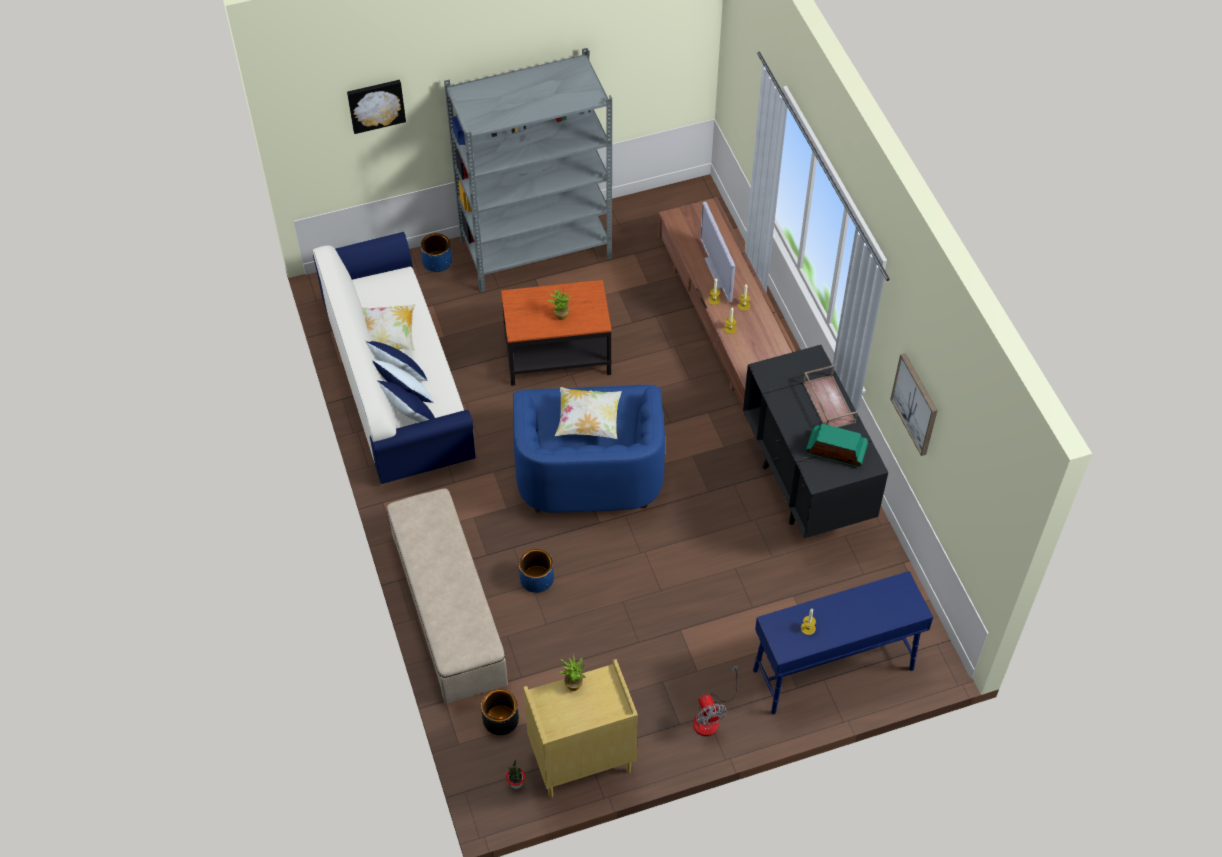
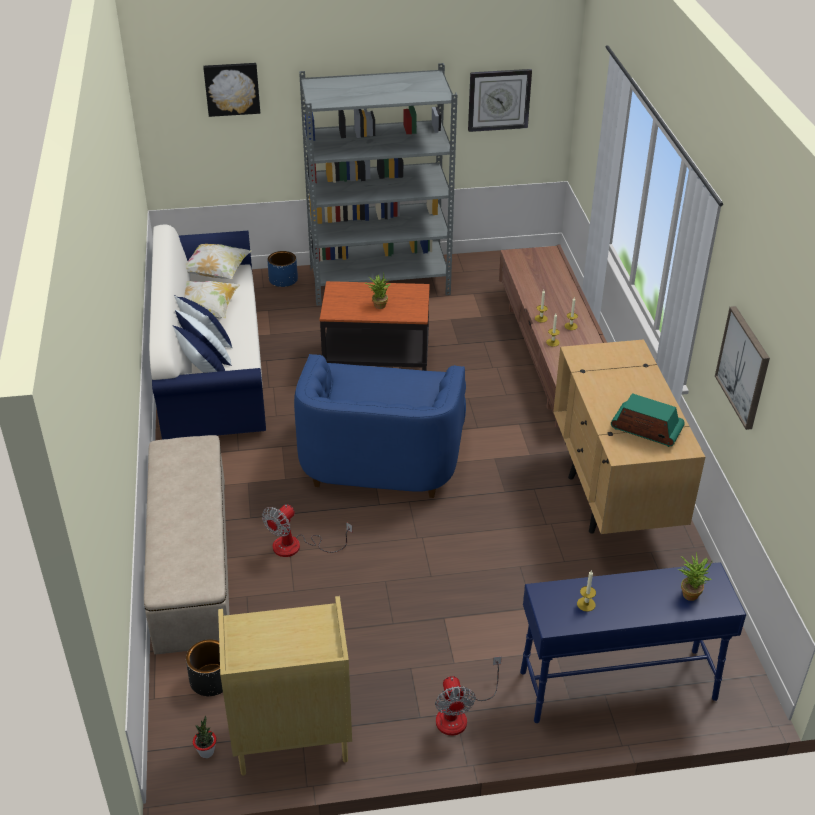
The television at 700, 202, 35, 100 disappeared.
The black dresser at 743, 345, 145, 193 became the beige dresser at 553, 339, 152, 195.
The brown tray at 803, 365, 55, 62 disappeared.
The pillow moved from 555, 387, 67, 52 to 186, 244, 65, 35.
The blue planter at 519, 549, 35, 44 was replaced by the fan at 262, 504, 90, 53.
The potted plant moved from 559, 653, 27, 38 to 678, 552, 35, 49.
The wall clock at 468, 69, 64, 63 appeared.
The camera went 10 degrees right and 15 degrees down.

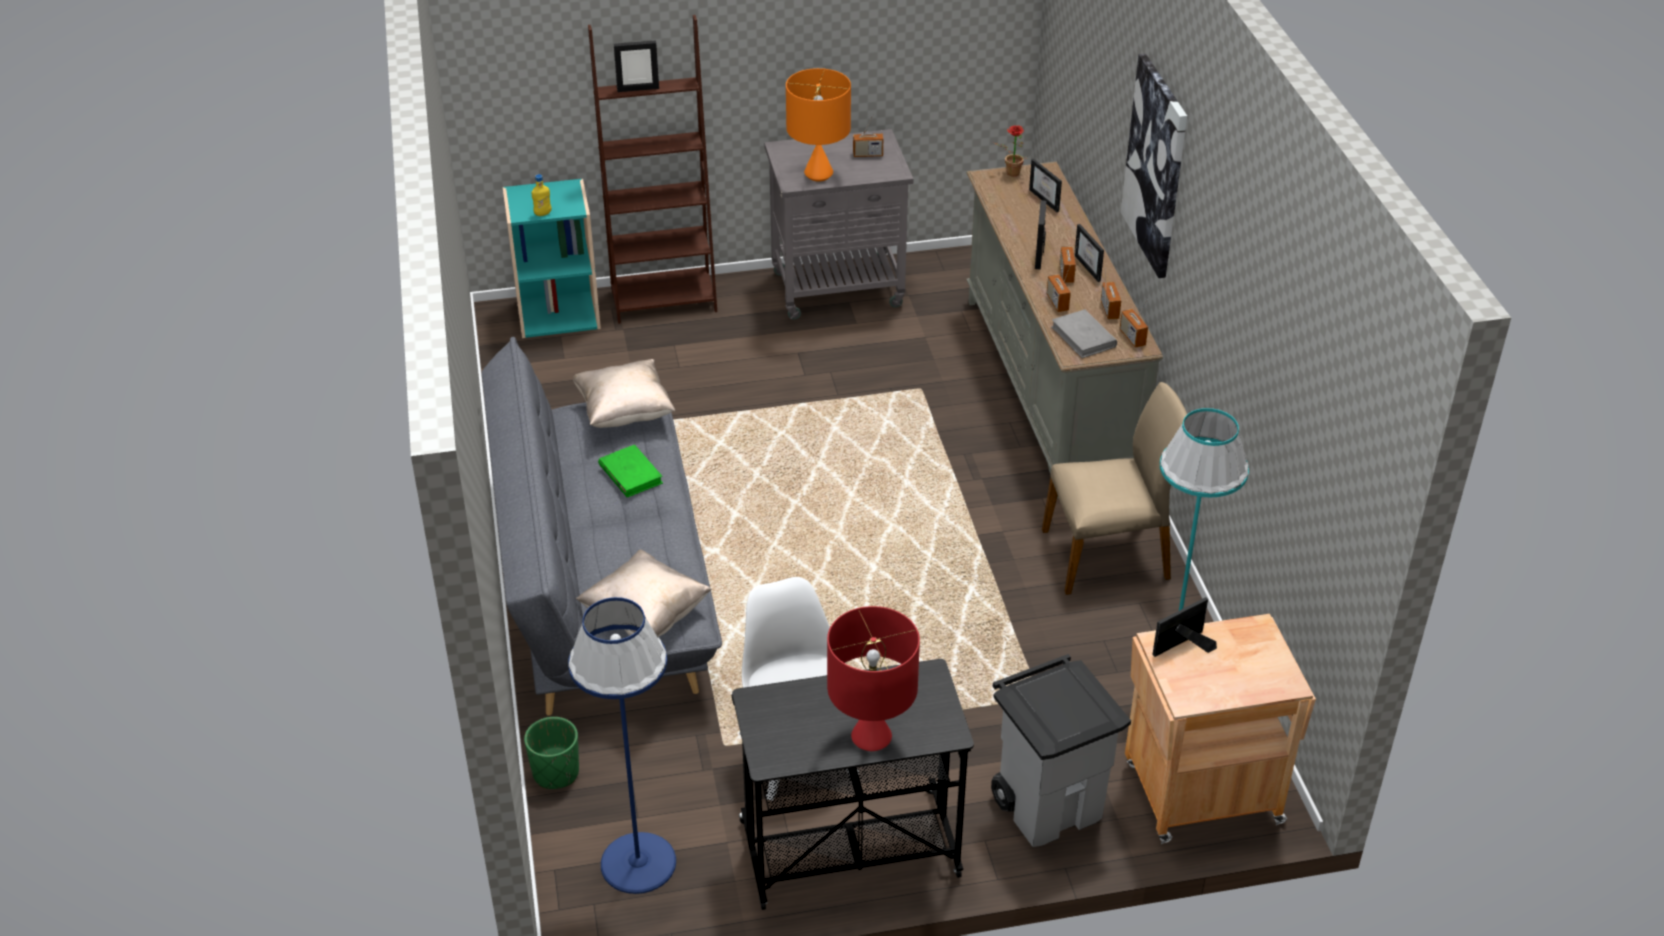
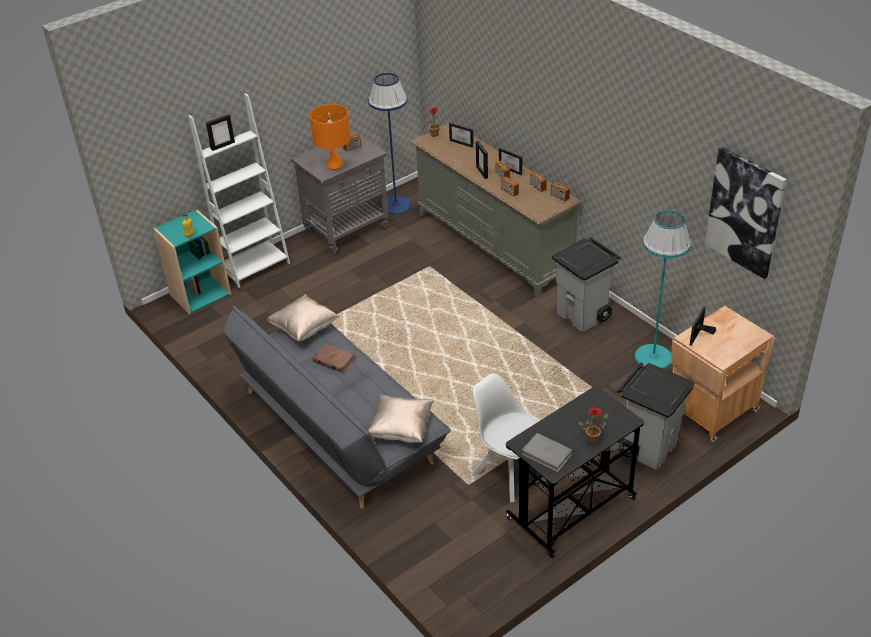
The brown bookcase at 588, 15, 129, 309 became the white bookcase at 188, 93, 102, 195.
The picture moved from 1121, 53, 66, 225 to 705, 147, 82, 132.
The grey book moved from 1051, 309, 66, 49 to 522, 433, 51, 40.
The beige chair at 1042, 382, 145, 213 was replaced by the grey trash can at 551, 237, 70, 95.
The green book at 598, 445, 65, 53 became the brown book at 312, 343, 43, 30.
The blue floor lamp moved from 568, 597, 108, 297 to 368, 73, 44, 142.
The red table lamp at 827, 606, 93, 145 was replaced by the potted plant at 578, 408, 30, 36.
The green planter at 524, 717, 55, 72 disappeared.
The camera went 25 degrees left and 0 degrees up.

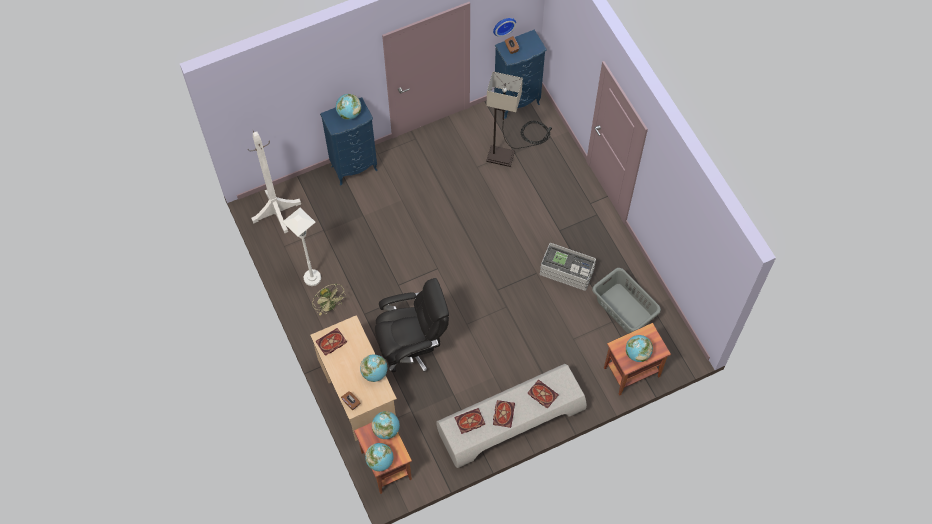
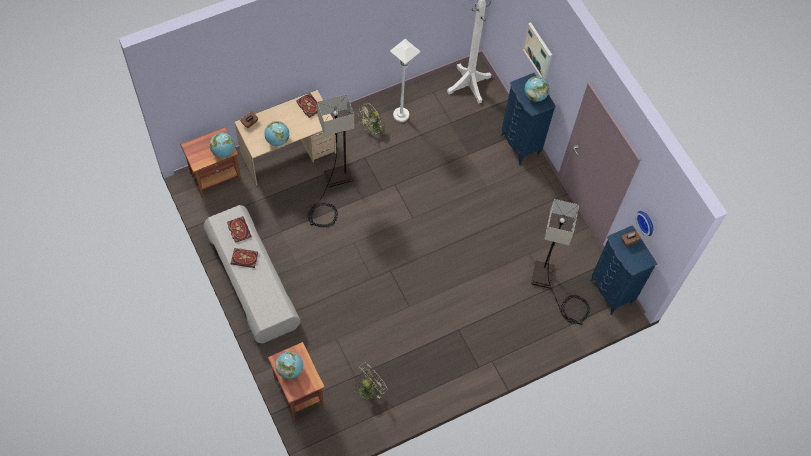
The grey storage box at 540, 243, 56, 48 disappeared.
The grey laundry basket at 592, 268, 69, 65 was replaced by the green fan at 354, 362, 33, 37.
The black office chair at 375, 278, 74, 94 was replaced by the floor lamp at 308, 94, 46, 133.
The book at 527, 380, 32, 29 disappeared.
The globe at 365, 443, 28, 28 disappeared.
The picture at 523, 22, 29, 58 appeared.
The camera went 85 degrees right and 0 degrees up.

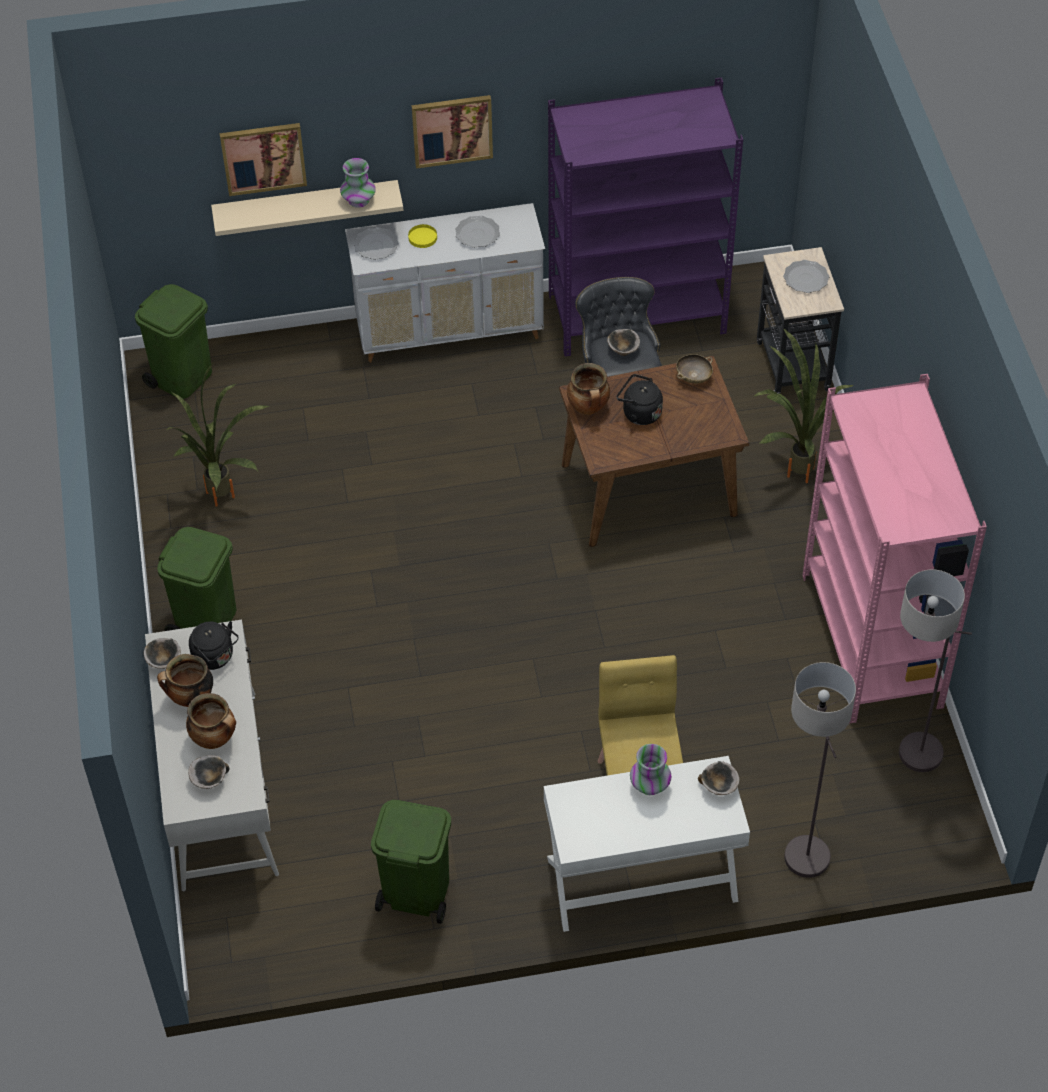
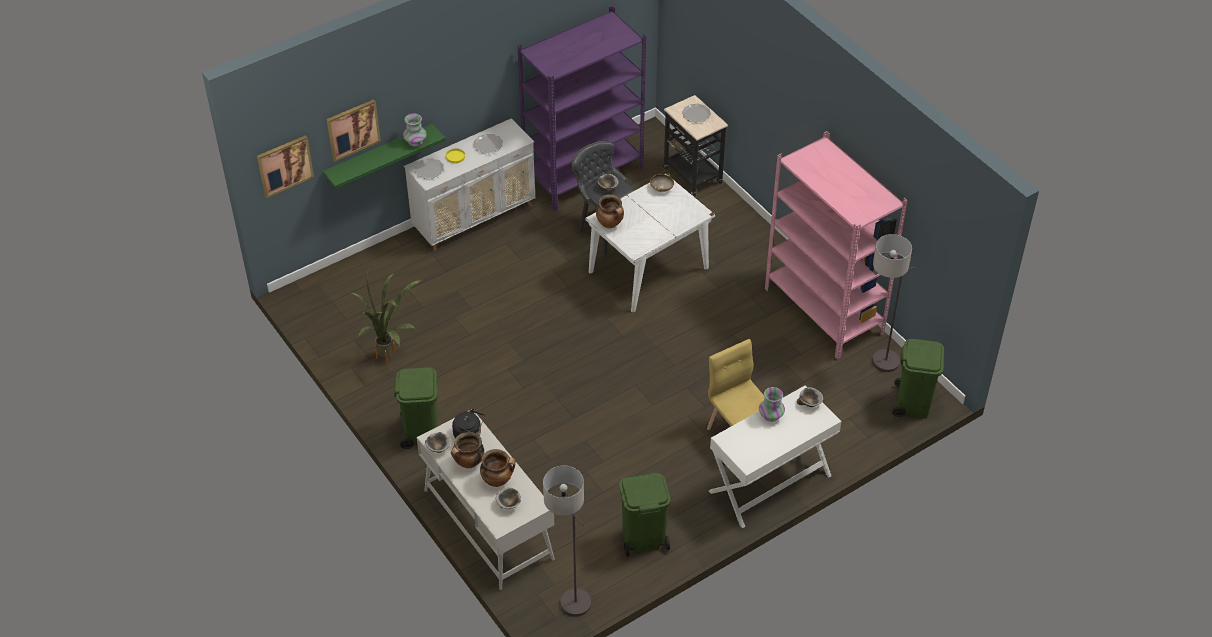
The picture moved from 412, 95, 81, 74 to 257, 135, 57, 63.
The beige shelf at 211, 180, 192, 56 became the green shelf at 323, 124, 123, 65.
The green trash can moved from 135, 284, 77, 115 to 892, 339, 53, 78.
The potted plant at 754, 328, 102, 155 disappeared.
The brown dining table at 559, 356, 190, 191 became the white dining table at 585, 174, 130, 139.
The black kettle at 616, 374, 47, 51 disappeared.
The grey floor lamp moved from 784, 662, 72, 216 to 543, 466, 48, 151.
The camera went 25 degrees left and 5 degrees down.

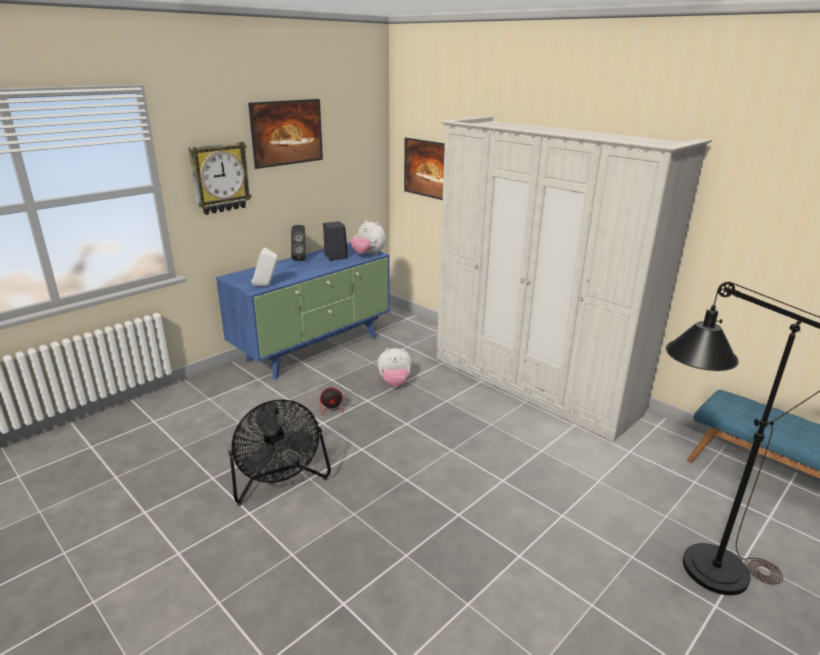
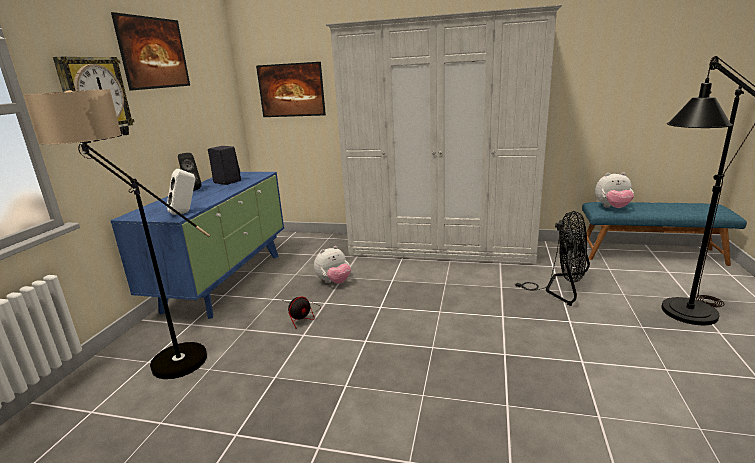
The plush toy moved from 351, 220, 35, 35 to 595, 172, 39, 36.
The black fan moved from 228, 399, 103, 107 to 515, 211, 75, 95.
The floor lamp at 23, 89, 187, 290 appeared.
The camera went 30 degrees left and 5 degrees down.

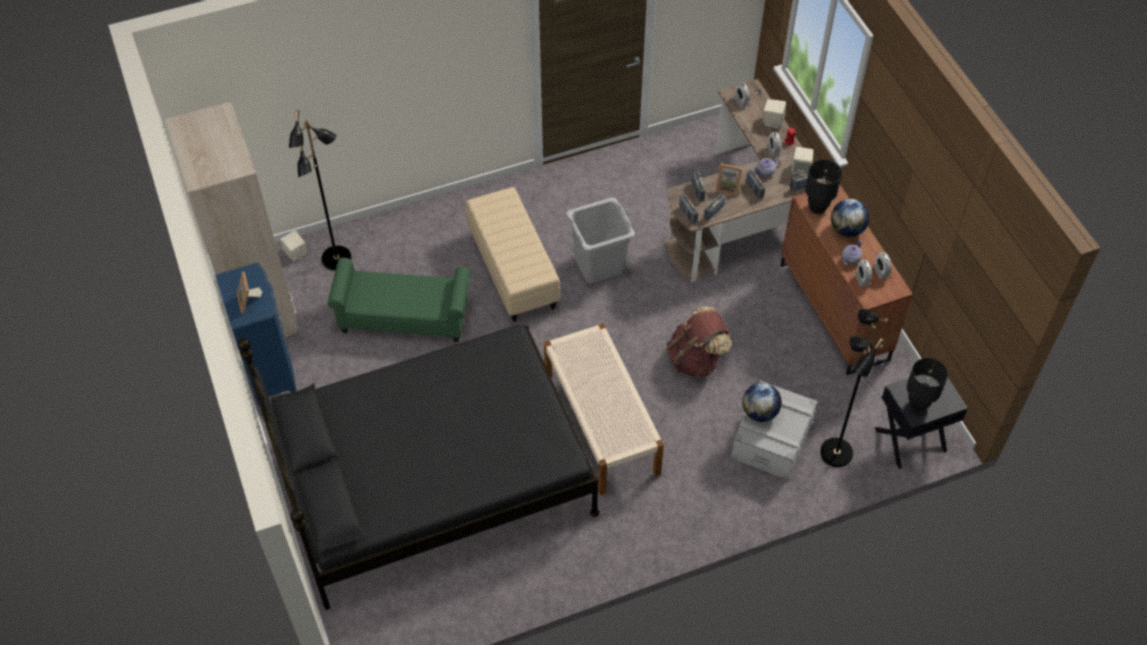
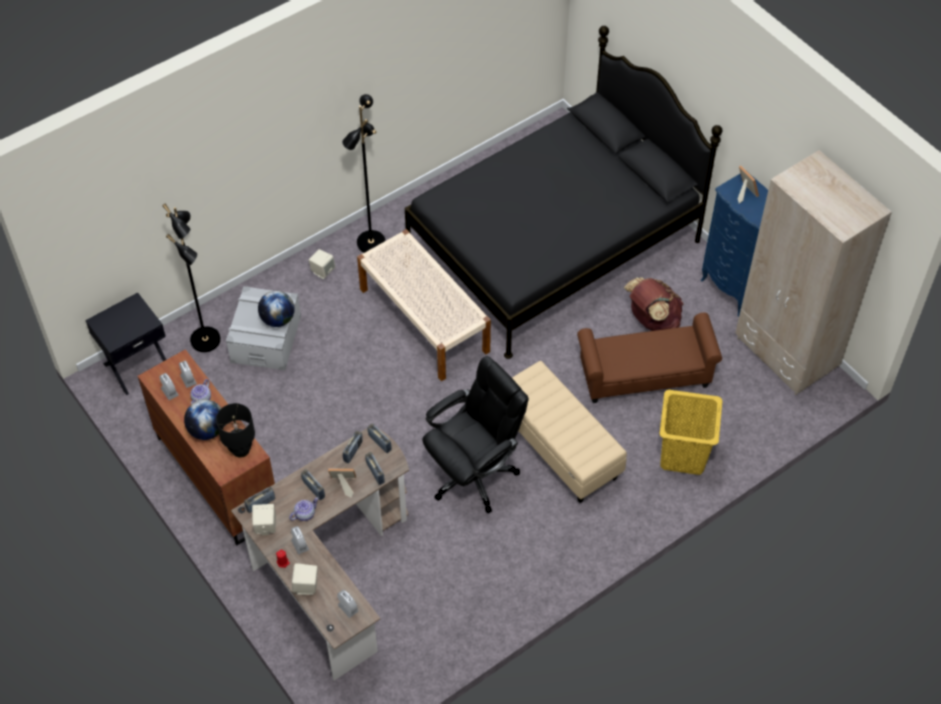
The black floor lamp moved from 289, 110, 62, 160 to 342, 94, 43, 159.
The grey laundry basket at 566, 197, 69, 87 was replaced by the black office chair at 422, 356, 107, 157.
The beige speaker moved from 280, 230, 27, 31 to 309, 249, 26, 31.
The green ottoman at 327, 258, 144, 84 became the brown ottoman at 577, 312, 145, 91.
The brown backpack moved from 666, 307, 65, 71 to 624, 277, 59, 54.
The black table lamp at 907, 358, 41, 53 disappeared.
The yellow laundry basket at 660, 390, 62, 85 appeared.
The camera went 165 degrees right and 0 degrees up.

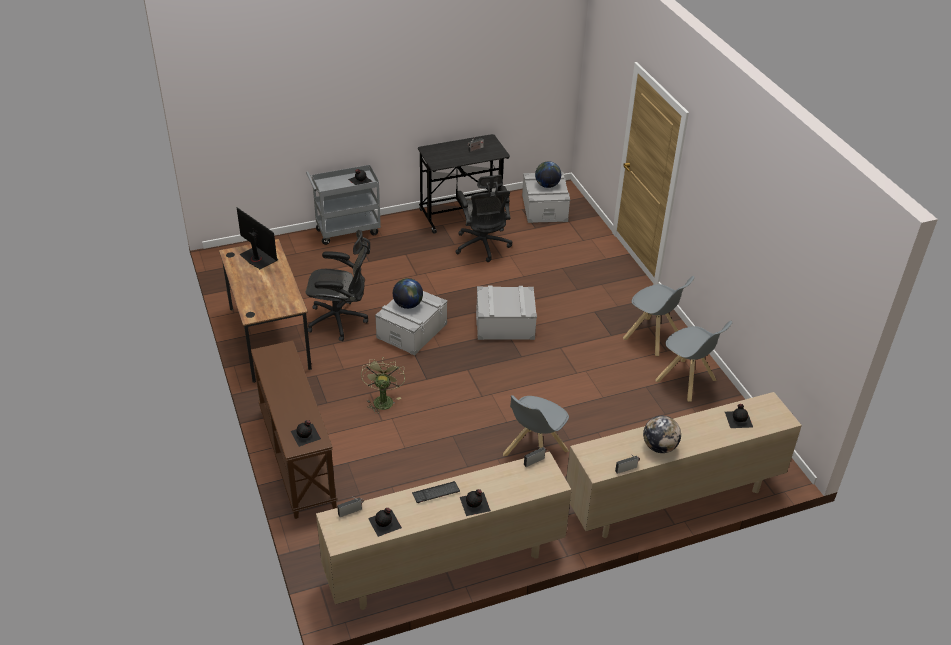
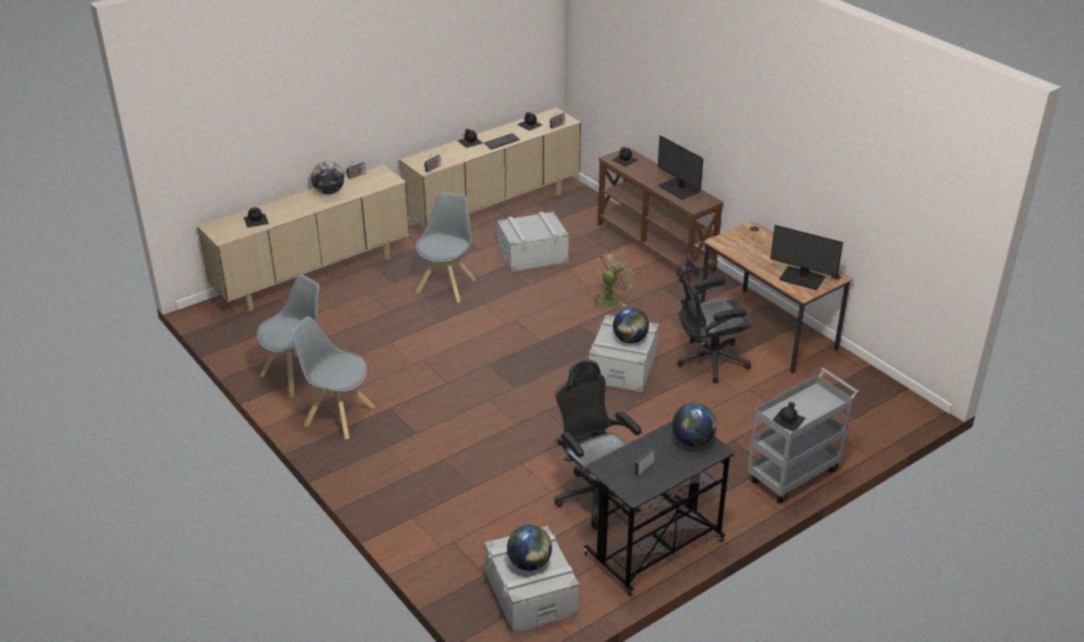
The grey storage box moved from 476, 286, 61, 54 to 497, 212, 72, 60.
The grey chair at 655, 321, 77, 81 turned 105 degrees clockwise.
The green fan at 361, 357, 44, 57 turned 120 degrees counterclockwise.
The monitor at 658, 135, 45, 64 appeared.
The globe at 672, 403, 45, 44 appeared.
The camera went 165 degrees right and 5 degrees down.

